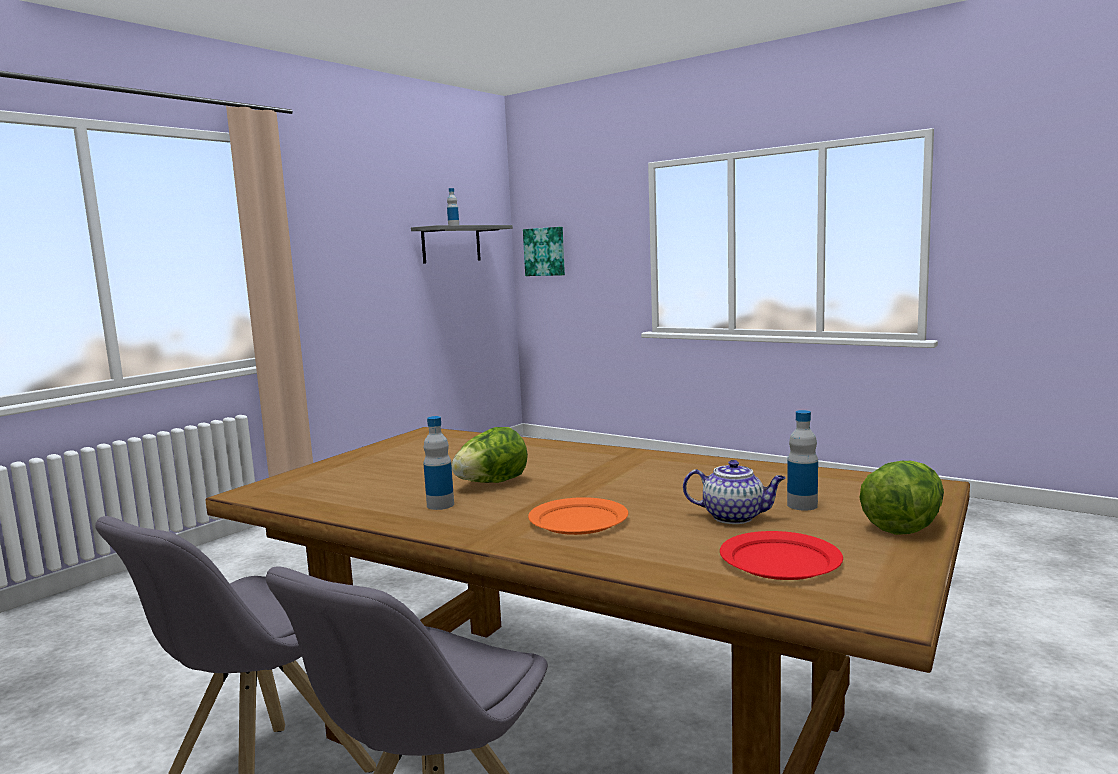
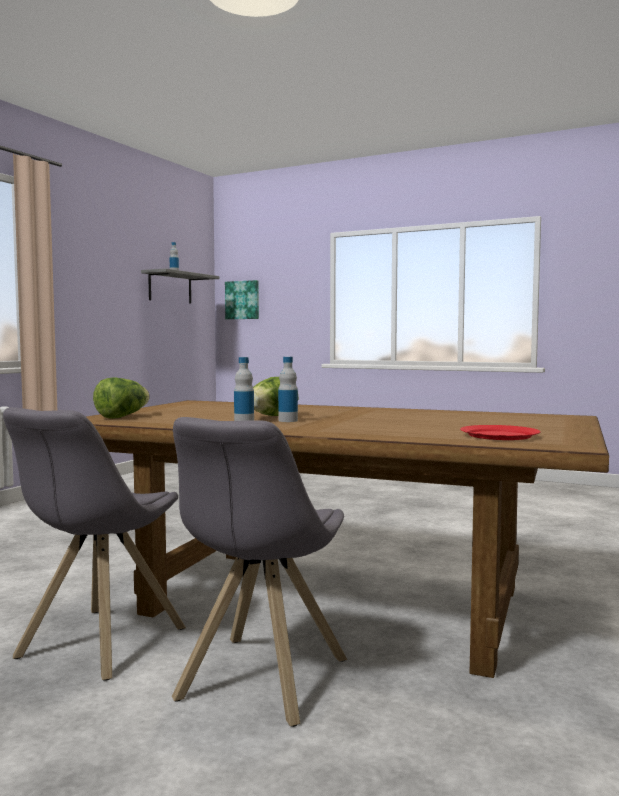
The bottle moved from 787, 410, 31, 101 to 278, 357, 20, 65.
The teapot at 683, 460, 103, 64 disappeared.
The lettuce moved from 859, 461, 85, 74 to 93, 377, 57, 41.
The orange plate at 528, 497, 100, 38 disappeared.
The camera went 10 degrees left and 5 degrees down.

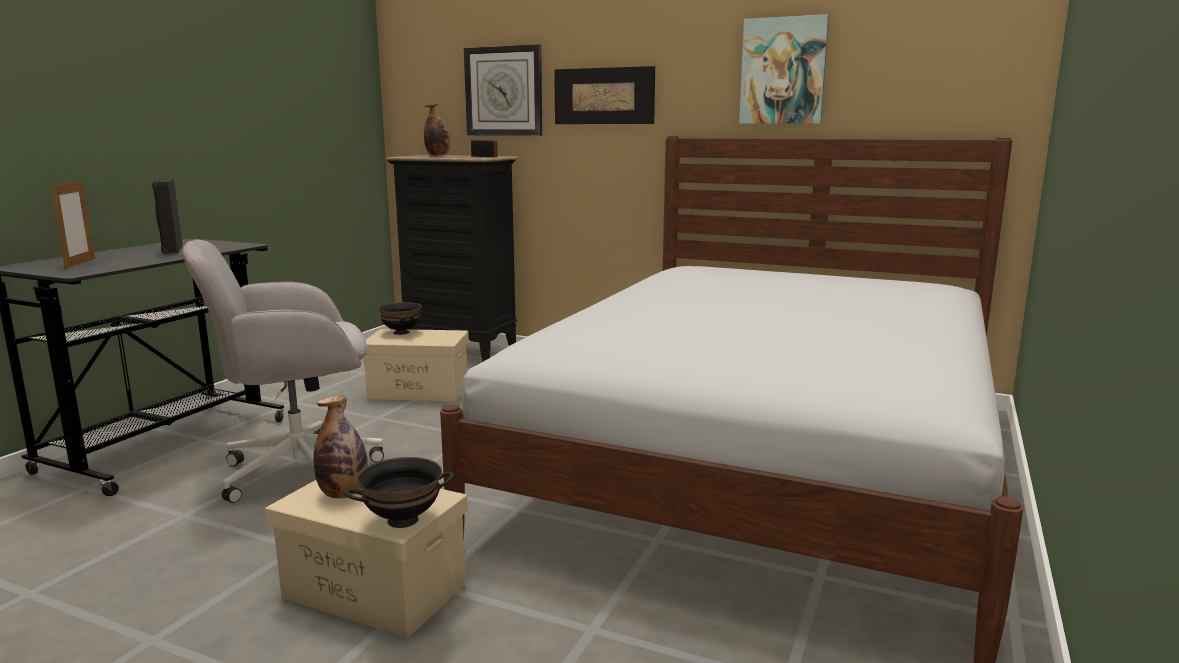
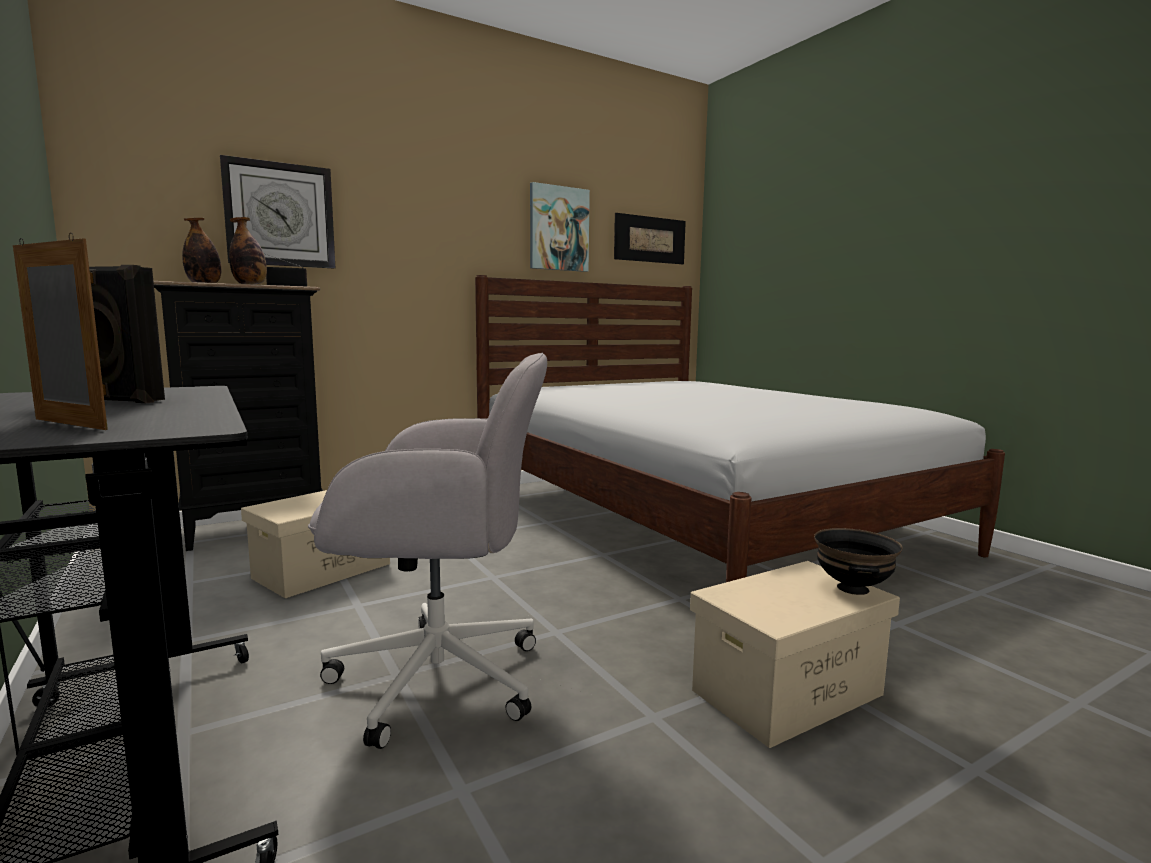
The picture moved from 554, 66, 101, 58 to 614, 213, 72, 51.
The grey office chair at 183, 240, 201, 263 turned 105 degrees counterclockwise.
The black bowl at 378, 302, 44, 33 disappeared.
The bottle moved from 313, 396, 55, 102 to 229, 217, 38, 68.
The camera went 55 degrees left and 5 degrees down.

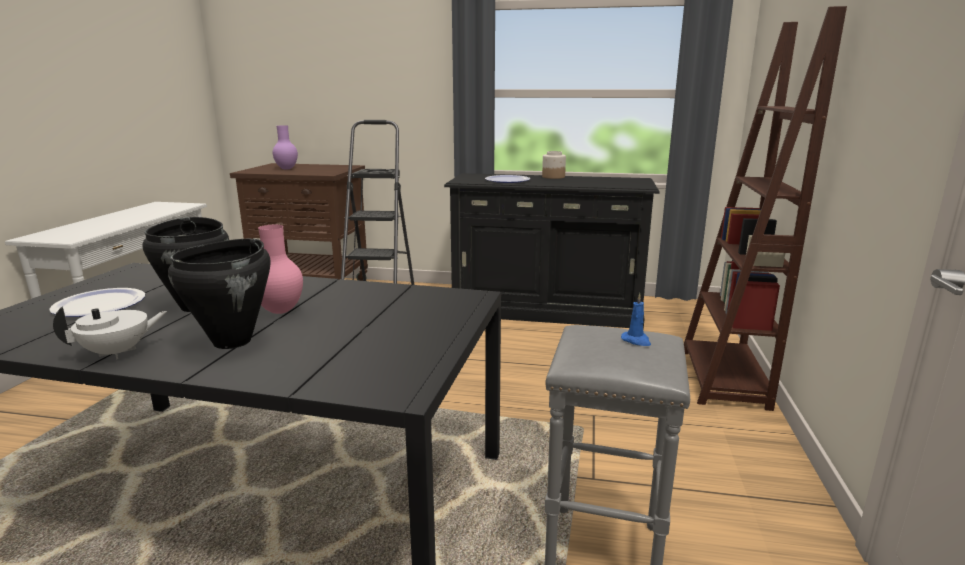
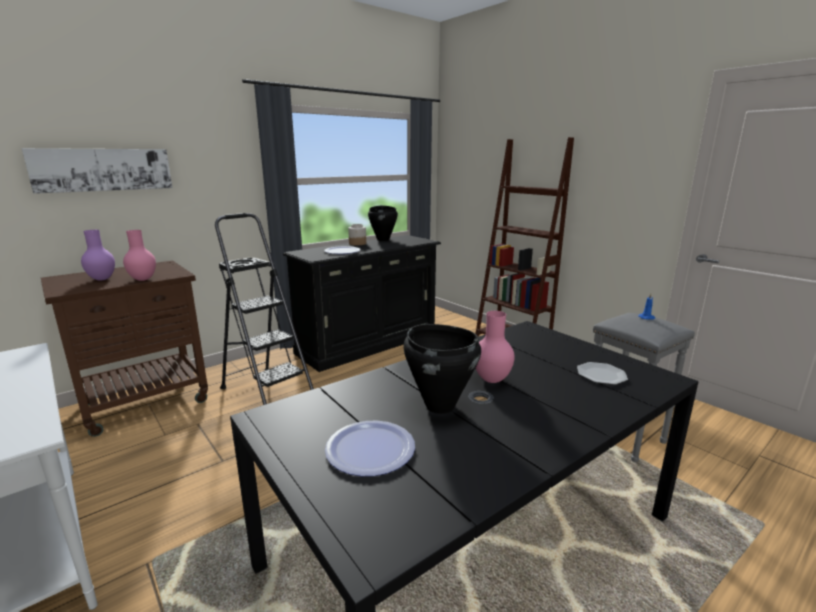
The black cooking pot moved from 168, 239, 103, 110 to 368, 206, 30, 35.
The white teapot at 53, 306, 114, 54 disappeared.
The picture at 22, 148, 151, 46 appeared.
The pink vase at 123, 230, 33, 51 appeared.
The plate at 577, 362, 51, 23 appeared.
The camera went 50 degrees left and 0 degrees up.

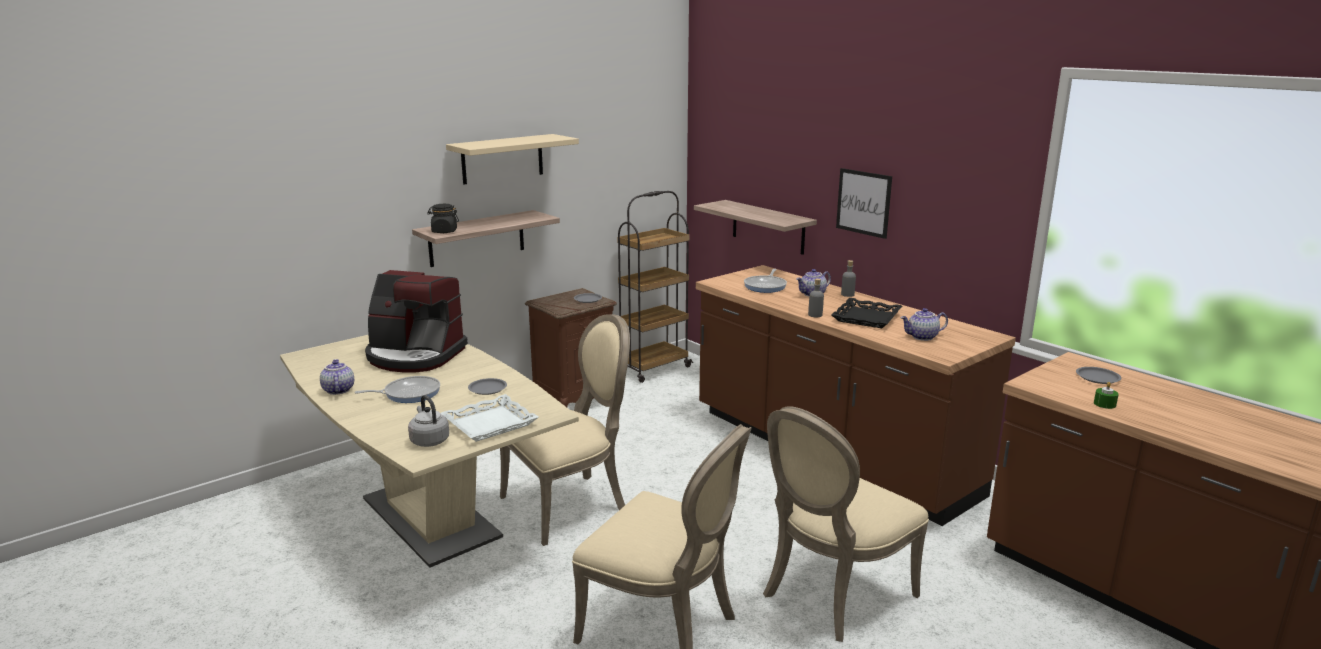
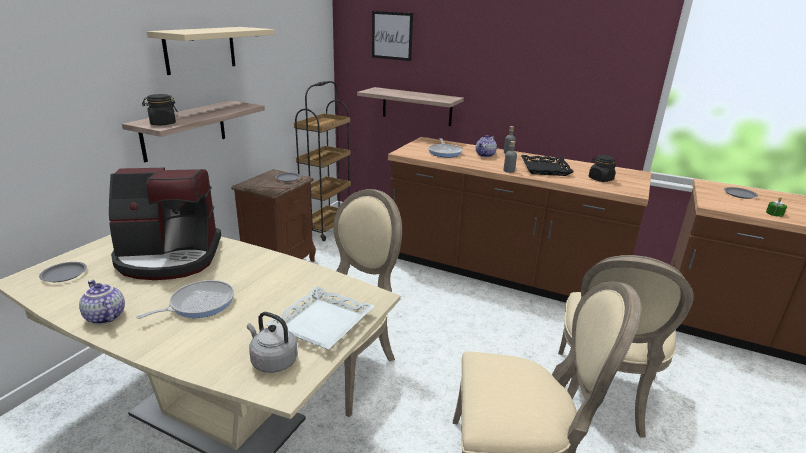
The picture moved from 836, 168, 56, 71 to 372, 11, 41, 50.
The teapot at 900, 308, 48, 33 was replaced by the black jar at 589, 155, 27, 27.
The grey plate moved from 468, 378, 39, 17 to 39, 262, 48, 20.
The camera went 25 degrees left and 5 degrees up.

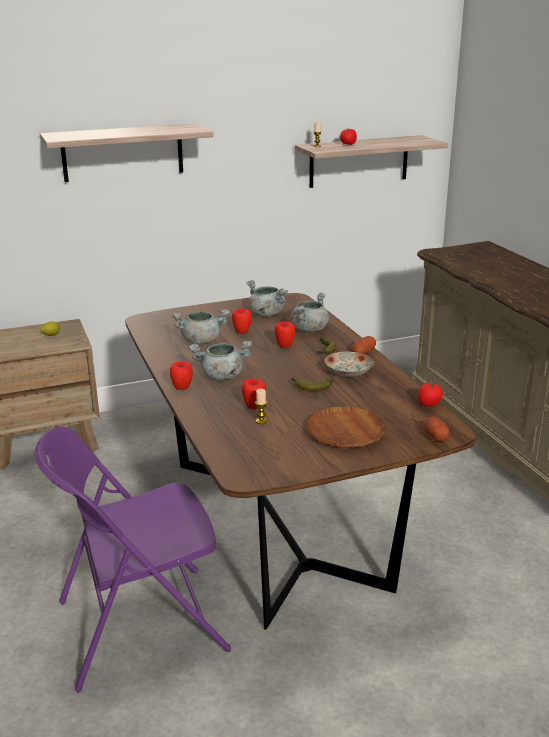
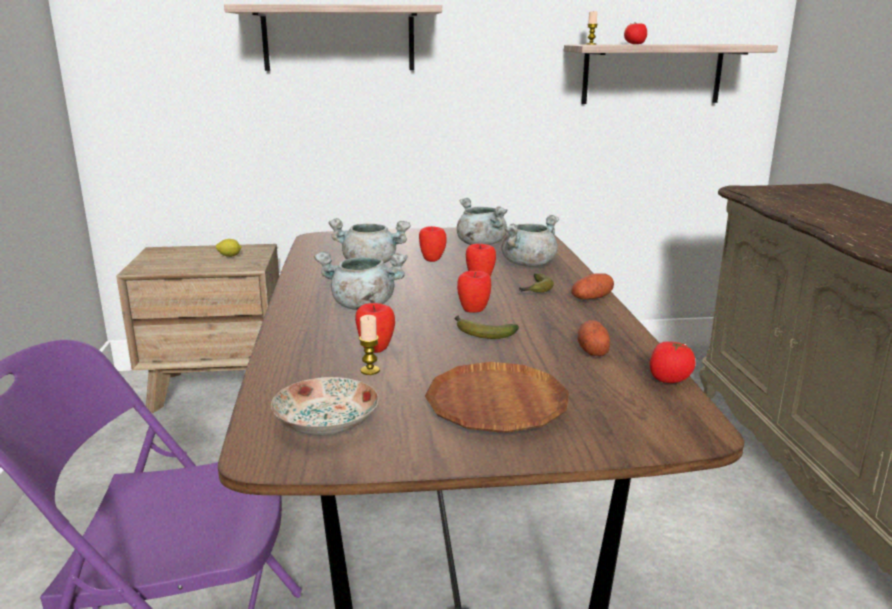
The plate moved from 325, 352, 49, 25 to 271, 377, 108, 59.
The apple moved from 170, 361, 23, 29 to 457, 271, 34, 42.
The potato moved from 423, 416, 27, 25 to 577, 320, 33, 36.
The camera went 15 degrees right and 5 degrees down.

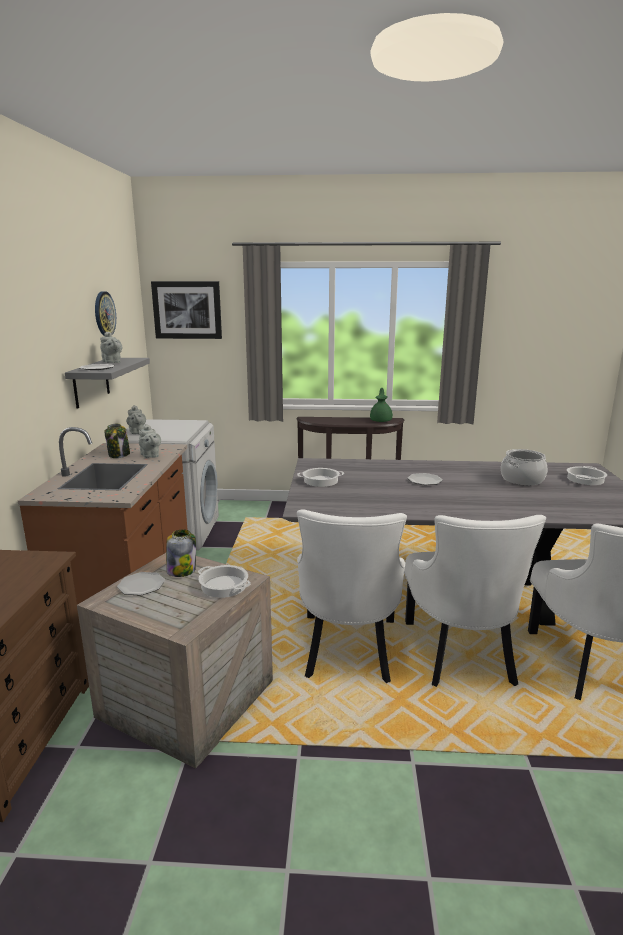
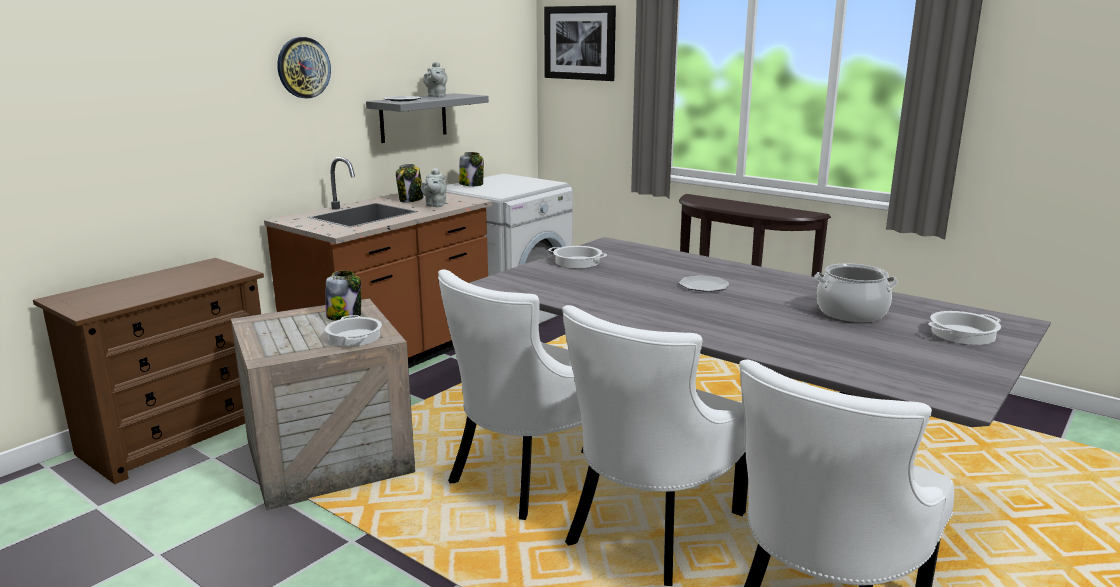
The wall clock moved from 95, 291, 21, 44 to 277, 37, 54, 62.
The green teapot at 370, 388, 23, 34 disappeared.
The grey teapot at 126, 405, 20, 29 was replaced by the jar at 459, 152, 25, 34.
The plate at 117, 572, 48, 24 disappeared.
The camera went 35 degrees right and 0 degrees up.

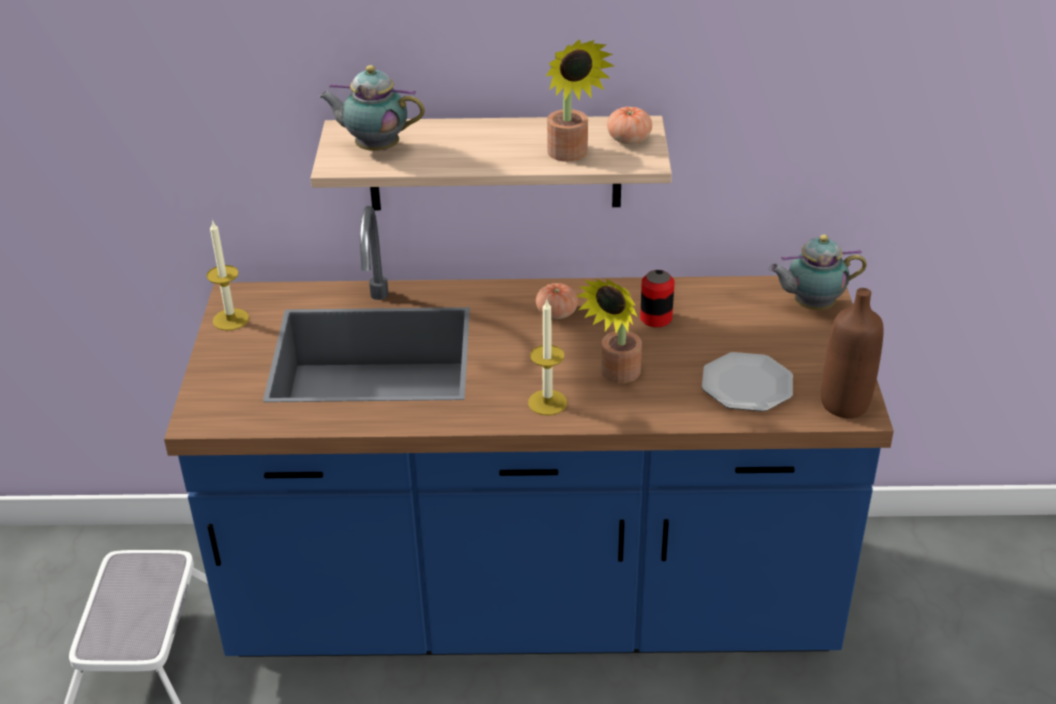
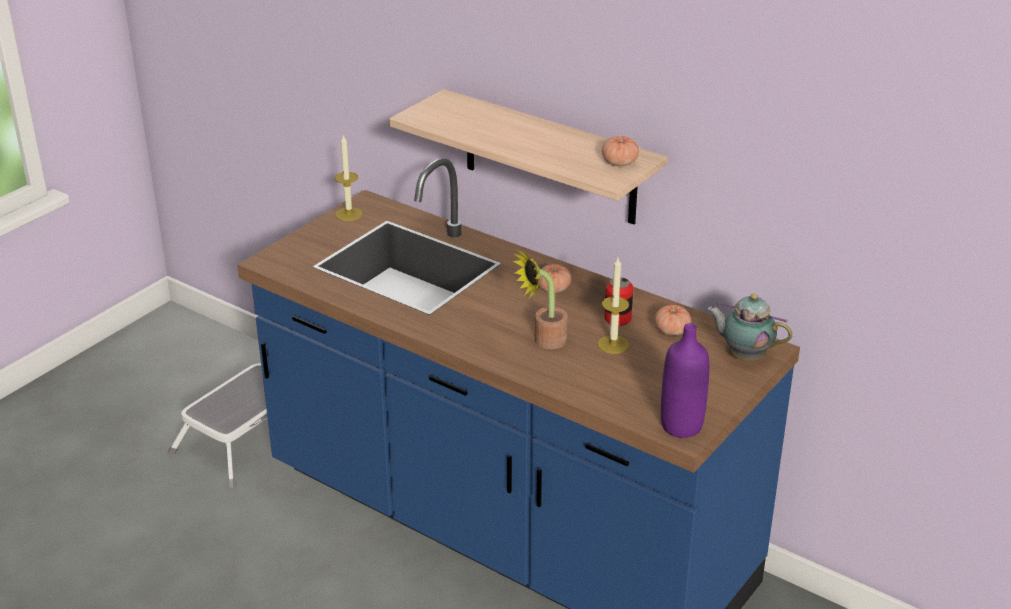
The potted plant at 546, 39, 68, 123 disappeared.
The teapot at 319, 65, 106, 86 disappeared.
The brown bottle at 821, 288, 63, 131 became the purple bottle at 661, 323, 48, 115.
The candle moved from 528, 300, 39, 115 to 598, 258, 31, 96.
The plate at 702, 352, 91, 60 disappeared.
The tomato at 655, 305, 36, 31 appeared.
The camera went 35 degrees right and 5 degrees down.

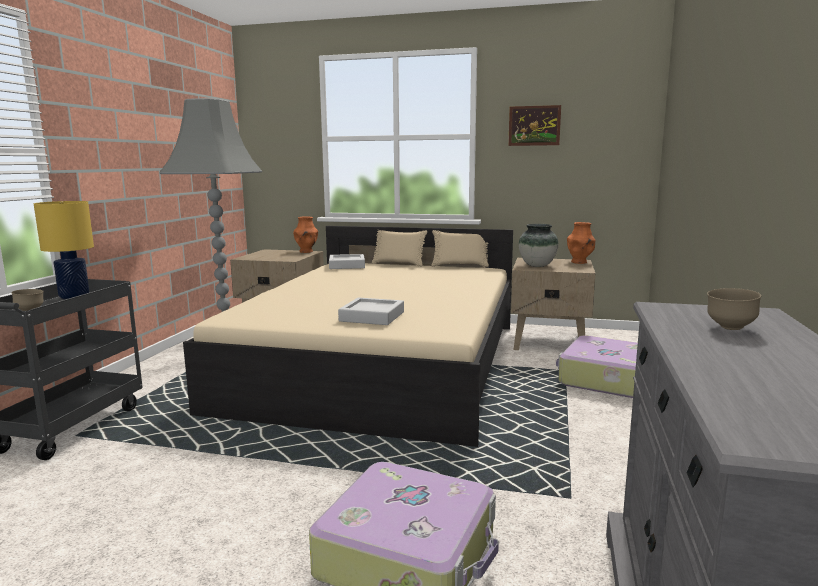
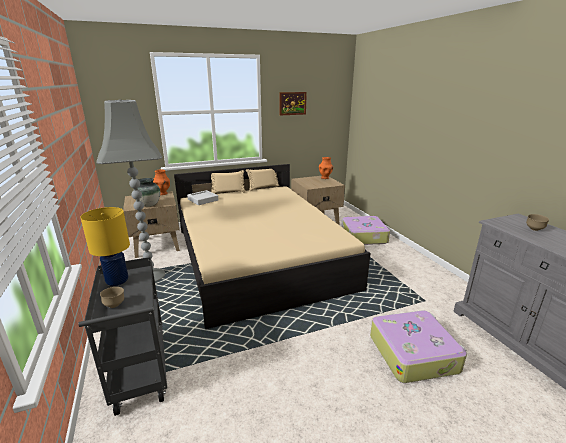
The vase moved from 519, 224, 40, 43 to 133, 178, 27, 29.
The grey tray at 338, 297, 66, 28 disappeared.
The camera went 35 degrees left and 10 degrees up.

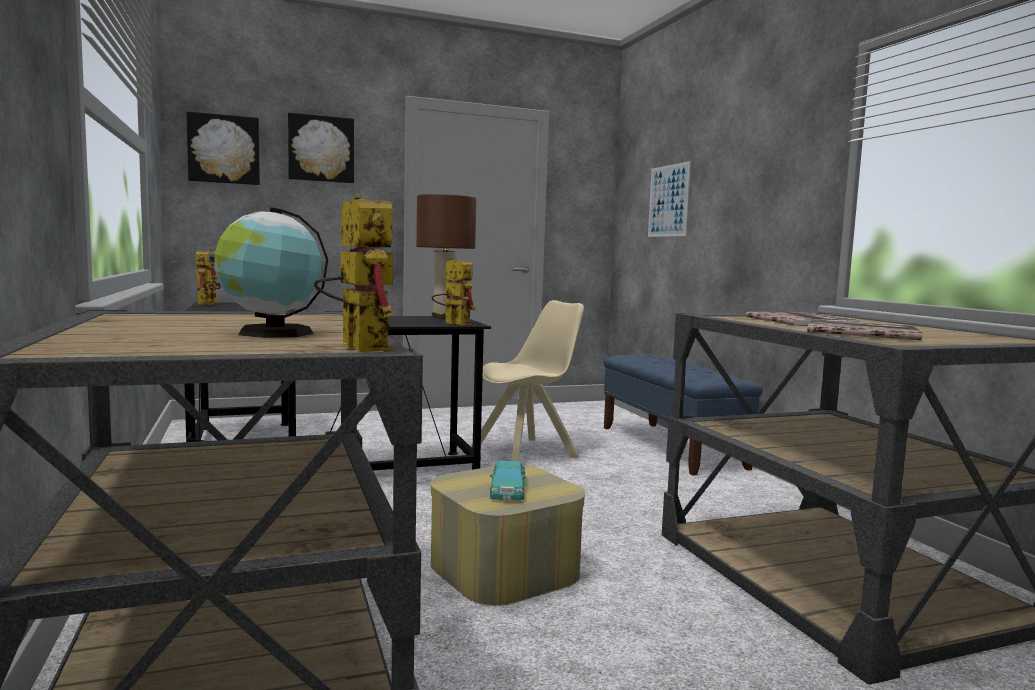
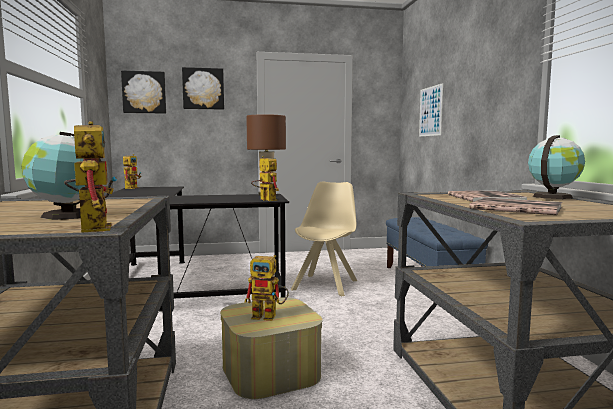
The beige chair at 471, 300, 113, 161 turned 45 degrees counterclockwise.
The turquoise toy car at 490, 460, 36, 40 was replaced by the toy robot at 244, 255, 45, 66.
The globe at 528, 135, 57, 64 appeared.
The camera went 10 degrees right and 0 degrees up.

